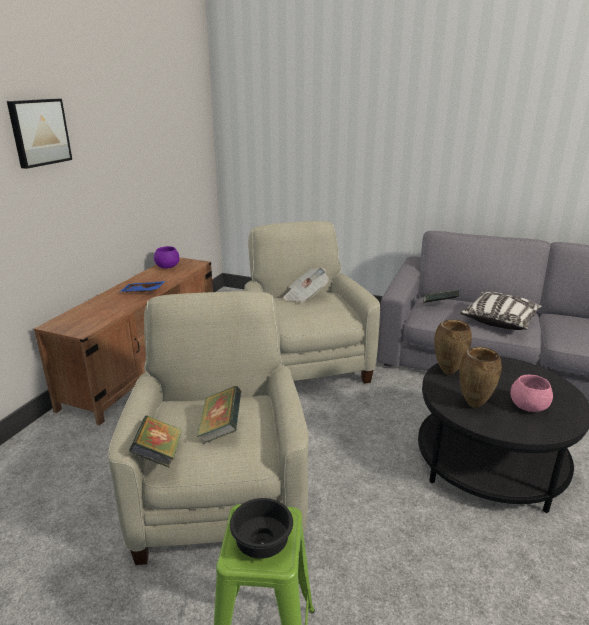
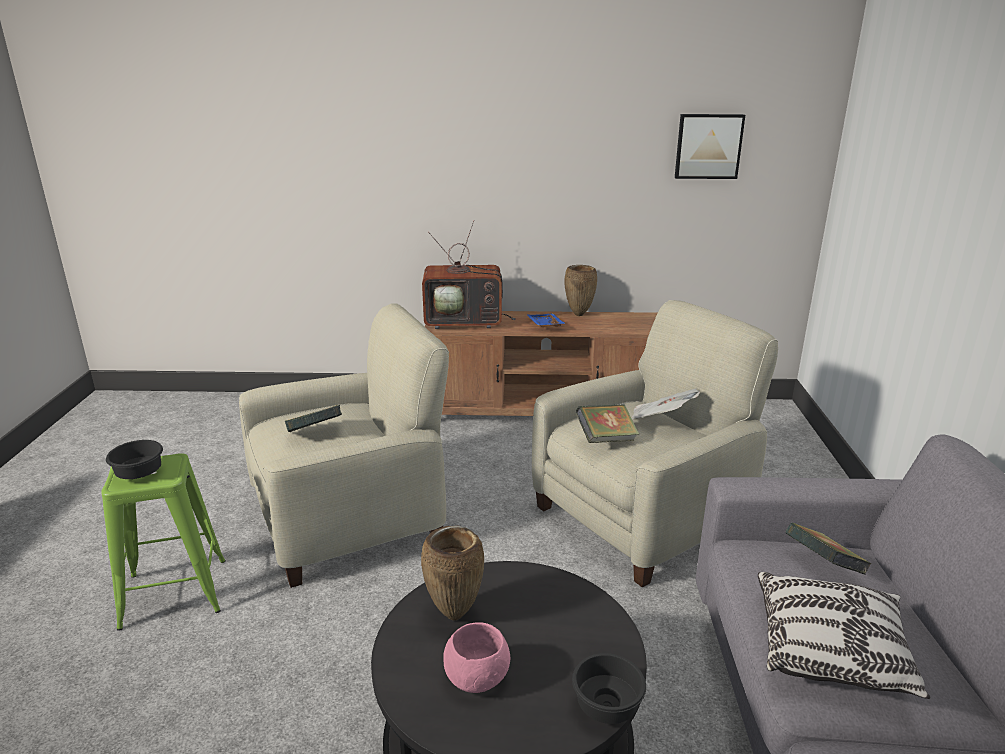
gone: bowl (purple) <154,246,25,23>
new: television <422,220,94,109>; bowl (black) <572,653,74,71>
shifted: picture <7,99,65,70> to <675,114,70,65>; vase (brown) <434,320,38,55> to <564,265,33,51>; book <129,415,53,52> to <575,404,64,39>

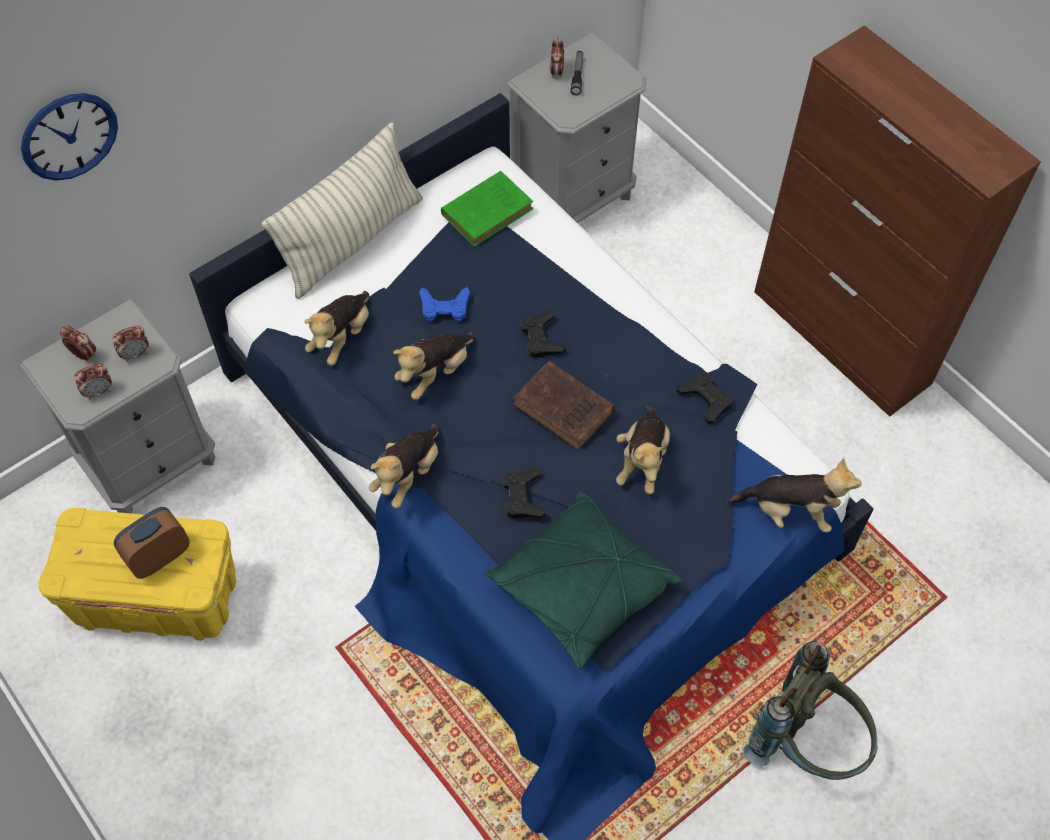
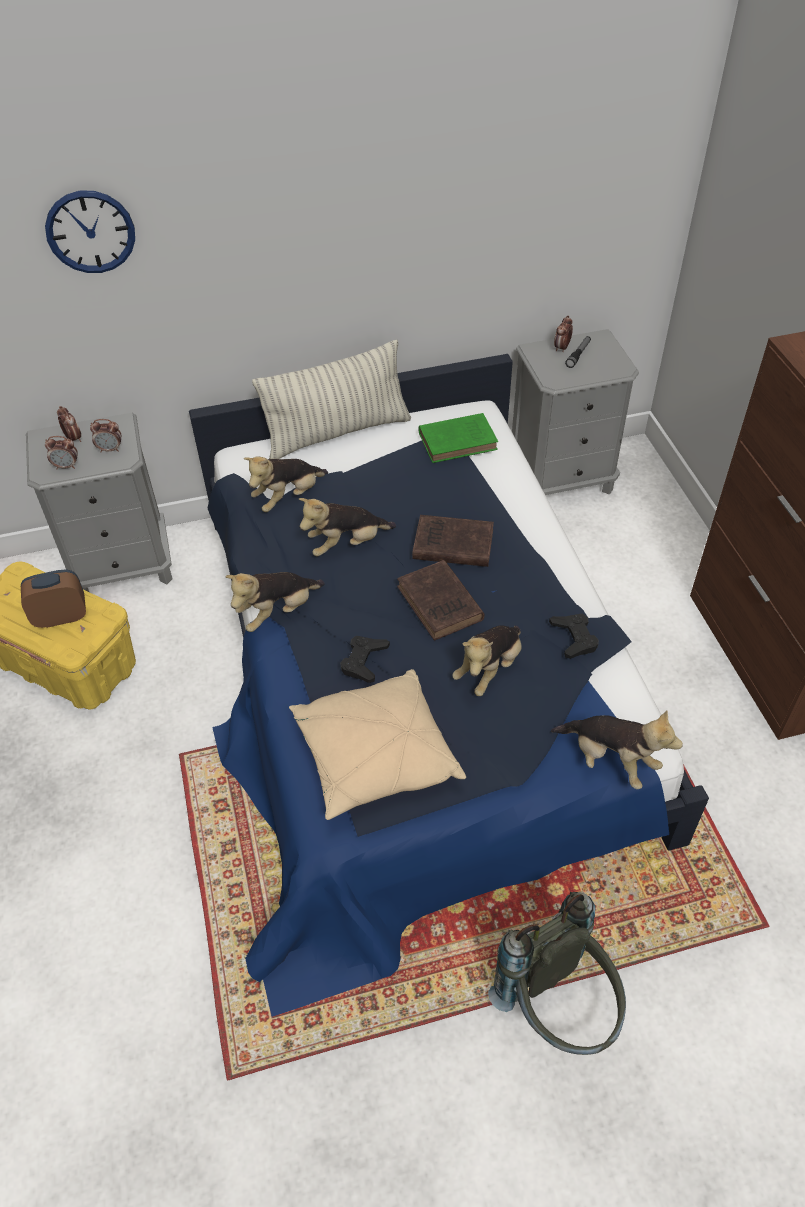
gone: game controller (blue) <419,287,51,35>
swapped: game controller (black) <520,310,46,48> to book (brown) <412,515,82,52>
repainted: pillow (green) <484,491,198,179> to pillow (beige) <289,669,177,151>

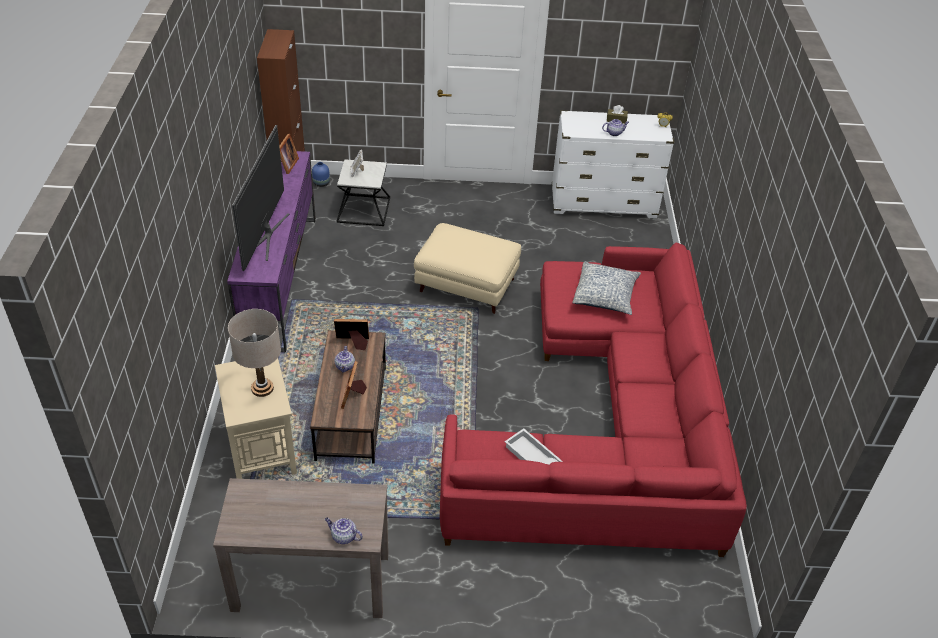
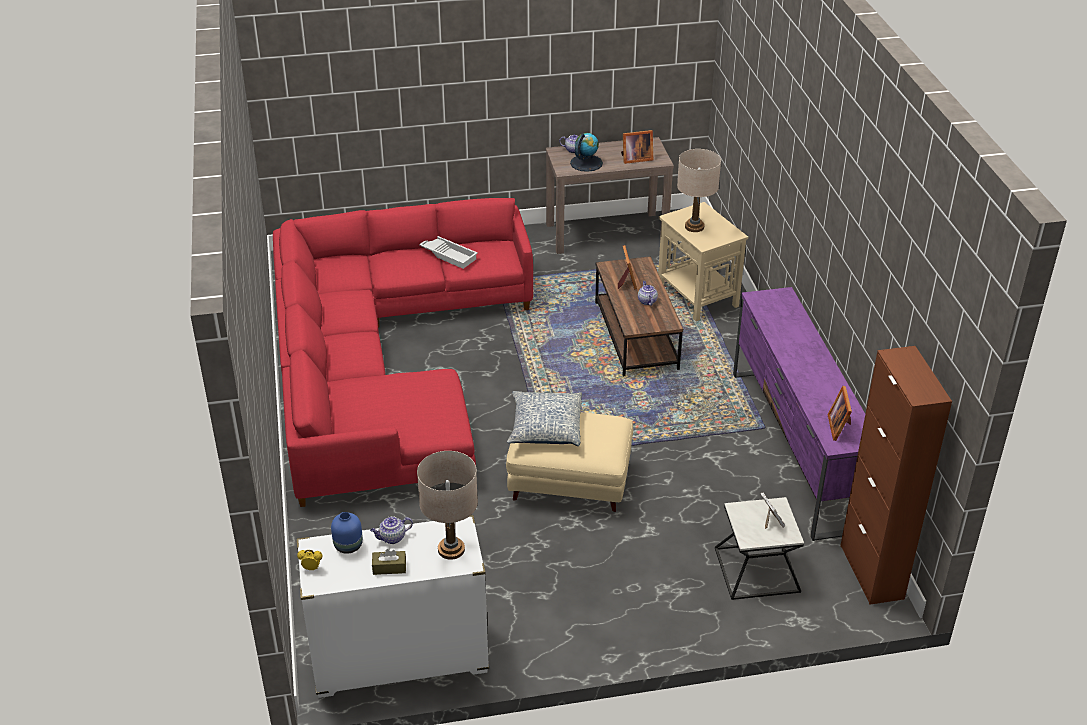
gone: television <232,125,57,146>
new: globe <570,133,33,39>; table lamp (beige) <417,451,61,109>
shifted: vase (blue) <312,162,18,25> to <331,512,32,42>; pillow <572,261,69,54> to <507,391,75,55>; picture frame <334,319,35,31> to <621,130,32,34>

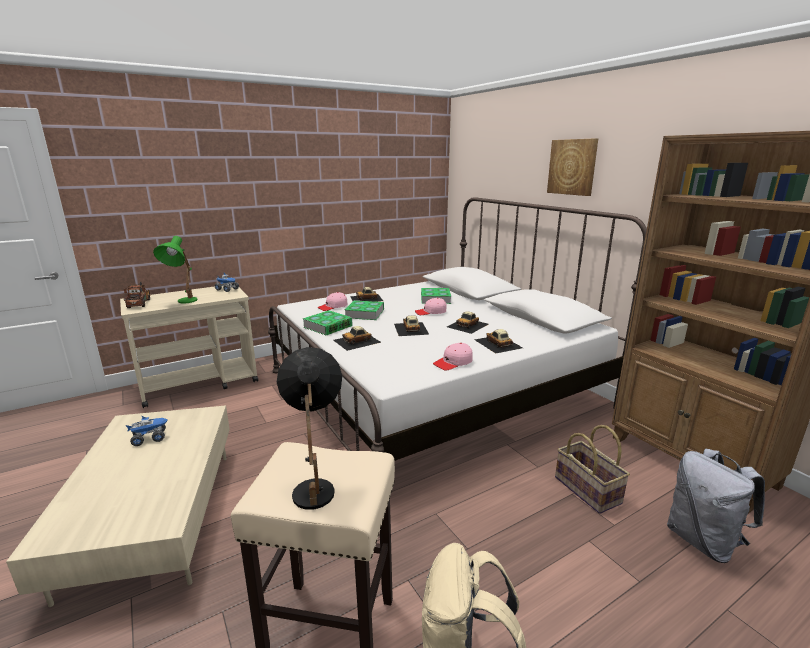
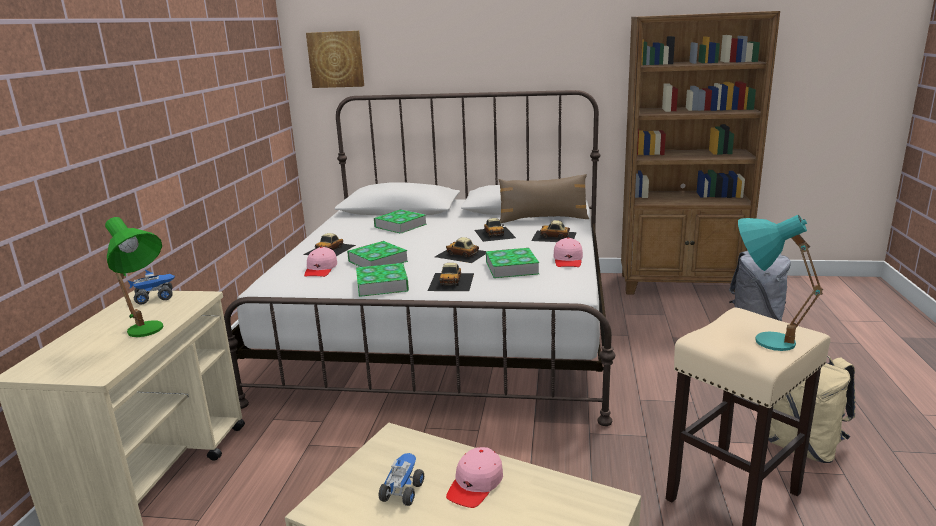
gone: toy truck <124,281,27,27>; basket <555,425,75,89>
new: pillow (brown) <498,174,91,49>; book <486,248,53,30>
shifted: picture <547,138,51,58> to <306,31,58,57>; cap (pink) <415,298,32,17> to <446,447,57,61>
repainted: table lamp (black) <277,347,65,163> to table lamp (turquoise) <738,215,85,136>

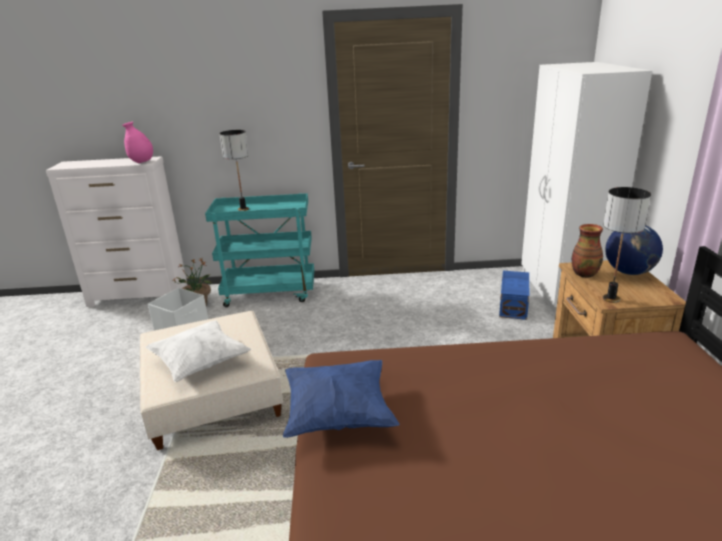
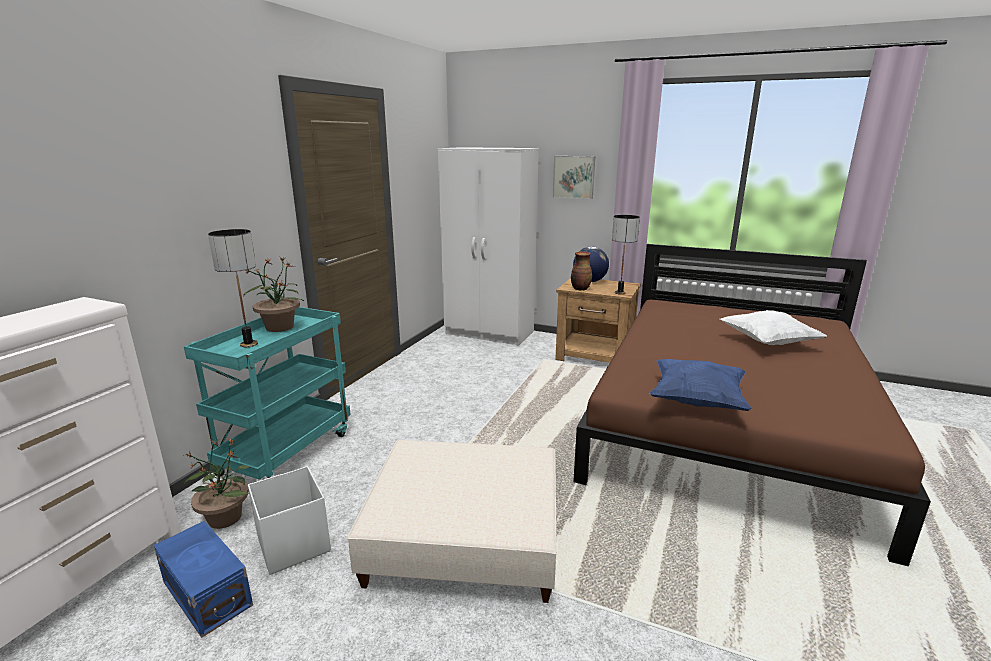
gone: vase (pink) <122,122,31,41>
new: picture <553,156,42,43>; potted plant <243,256,61,76>
shifted: storage box (blue) <499,271,30,49> to <153,521,100,117>; pillow (white) <145,320,106,62> to <720,310,107,35>

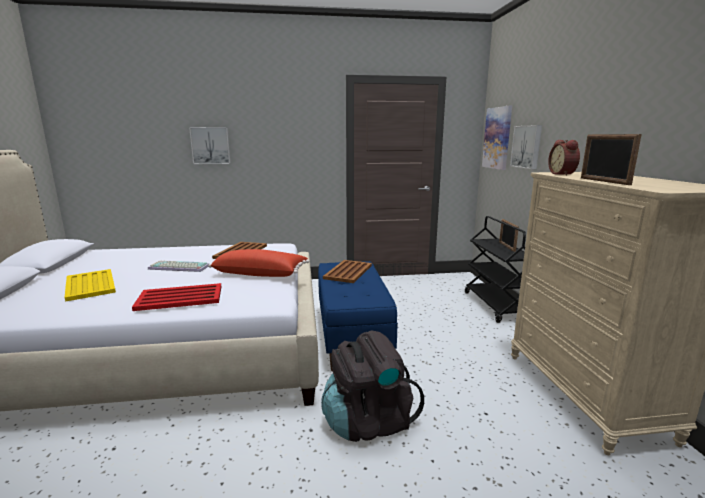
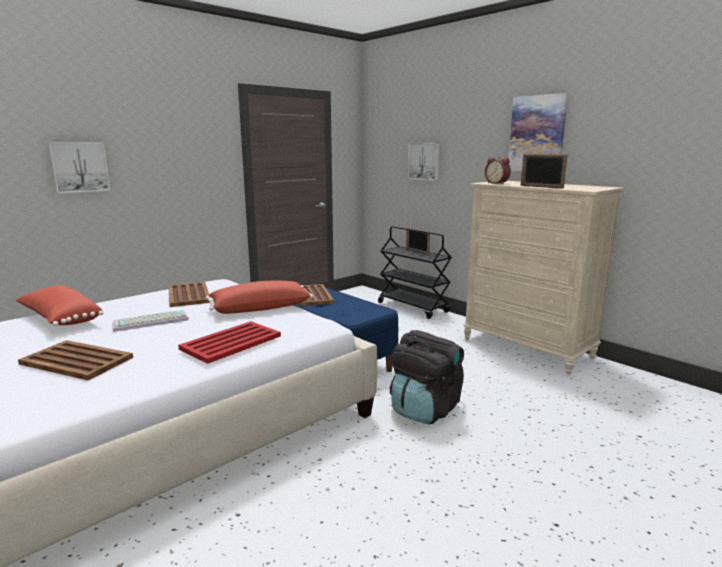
new: pillow (red) <15,285,88,41>
shifted: picture <482,106,30,64> to <509,93,59,78>
repainted: tray (yellow) <64,269,52,33> to tray (brown) <18,340,115,40>

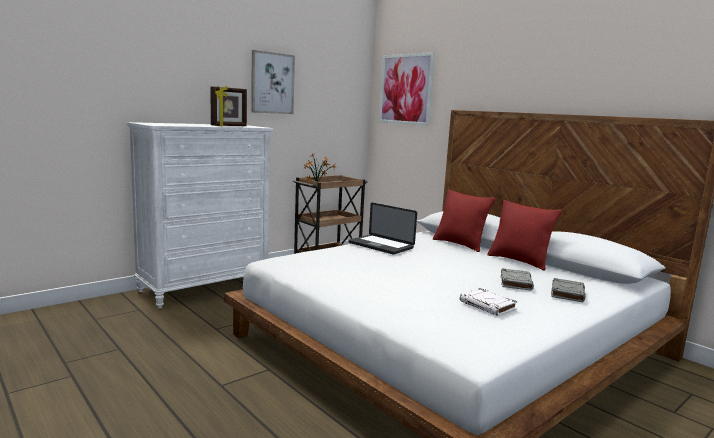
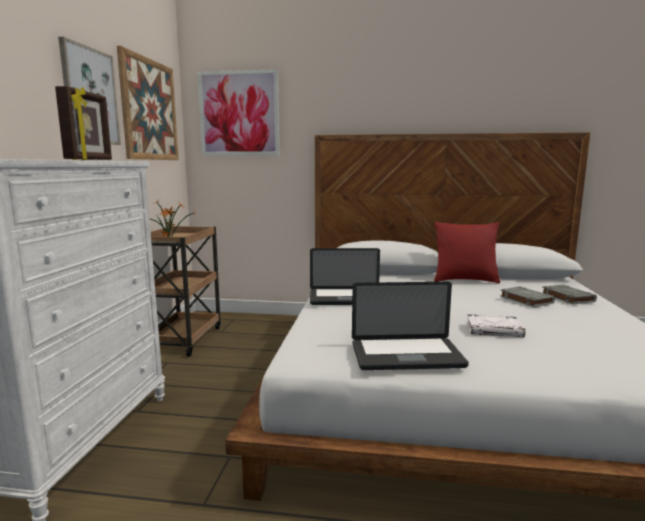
gone: pillow (red) <433,189,62,63>
new: picture <117,46,62,114>; laptop <352,282,117,88>
shifted: book (white) <460,288,58,28> to <466,314,59,23>

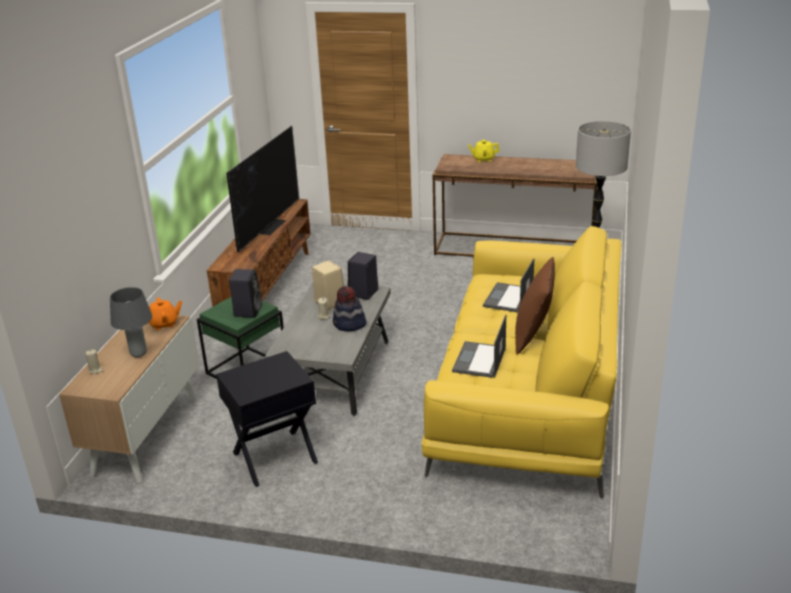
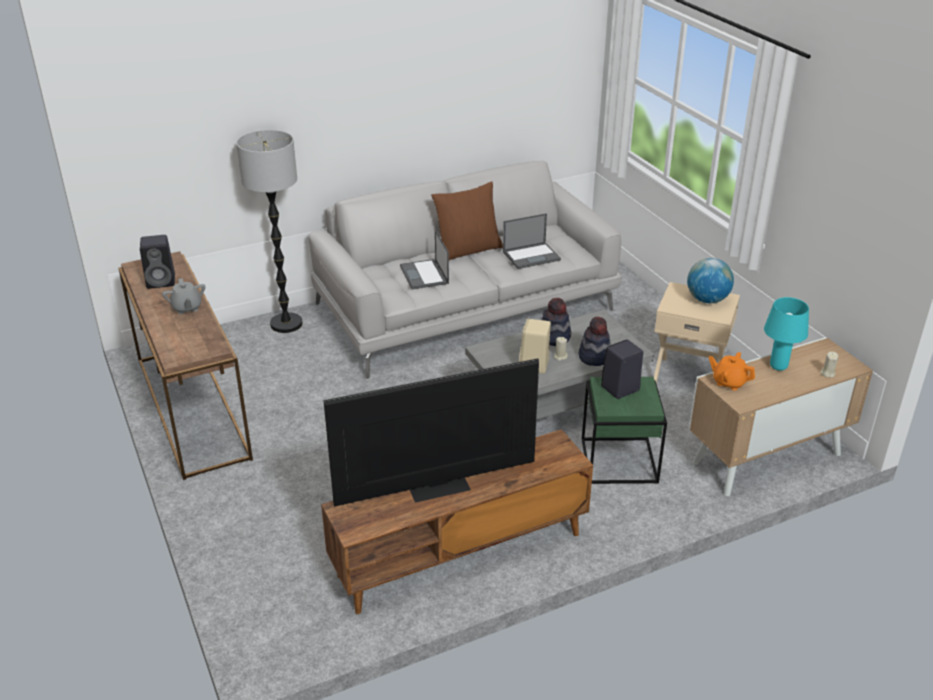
gone: teapot (yellow) <468,139,32,23>
new: globe <687,258,47,45>; teapot (grey) <162,278,43,36>; hat <578,317,33,49>
shifted: speaker (black) <347,252,31,48> to <140,235,35,54>
repainted: sofa (yellow) <422,226,200,273> to sofa (grey) <309,161,313,218>; table lamp (grey) <110,287,42,70> to table lamp (turquoise) <764,297,45,74>; side table (black) <216,351,102,136> to side table (beige) <654,282,86,101>
rotated: laptop <483,258,51,54> = <400,230,49,59> 90 degrees clockwise

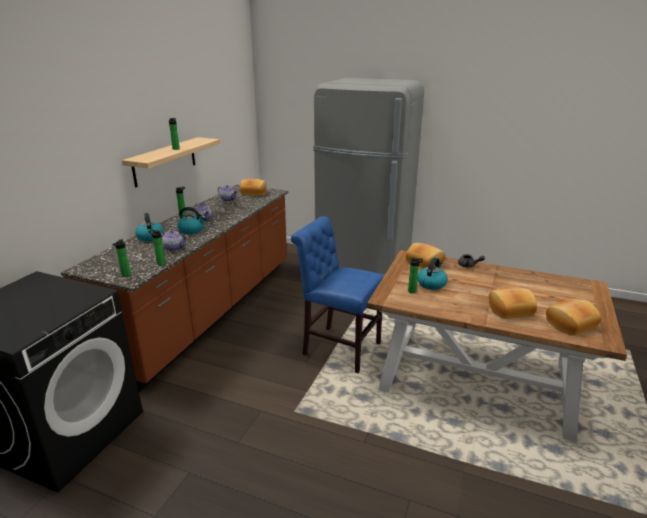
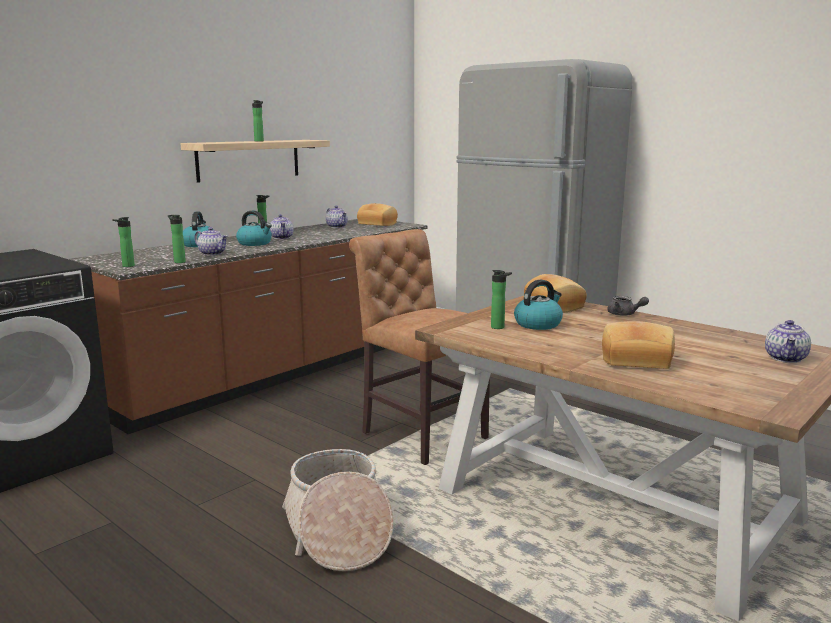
gone: bread <546,299,55,36>
new: teapot <765,320,46,43>; basket <282,449,112,122>
repainted: chair (blue) <291,216,93,157> to chair (brown) <349,229,141,236>

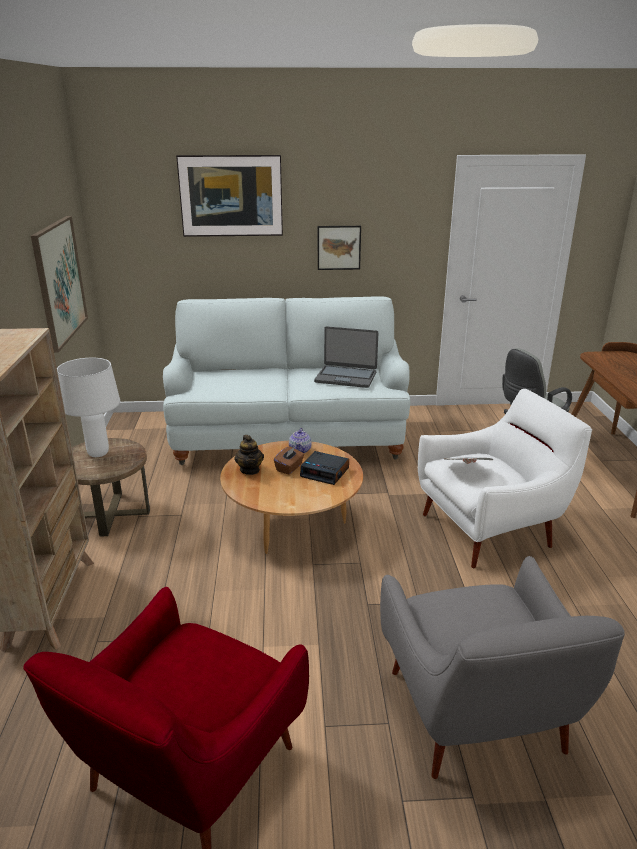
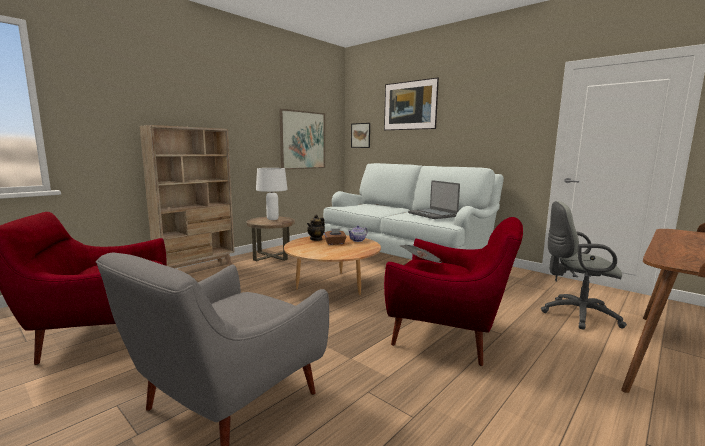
gone: alarm clock <300,451,49,34>
shifted: picture <318,226,43,44> to <351,123,19,25>
repainted: armchair (white) <418,389,175,179> to armchair (red) <384,217,139,149>

